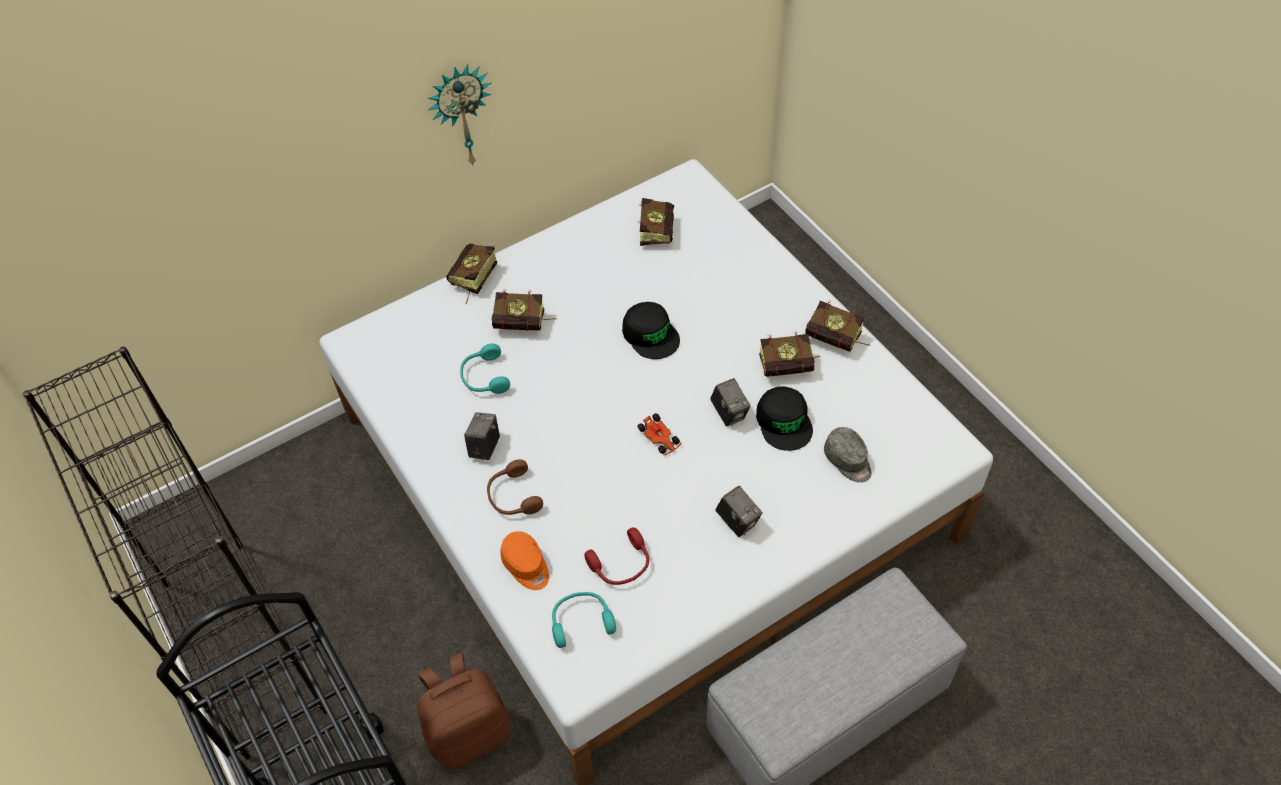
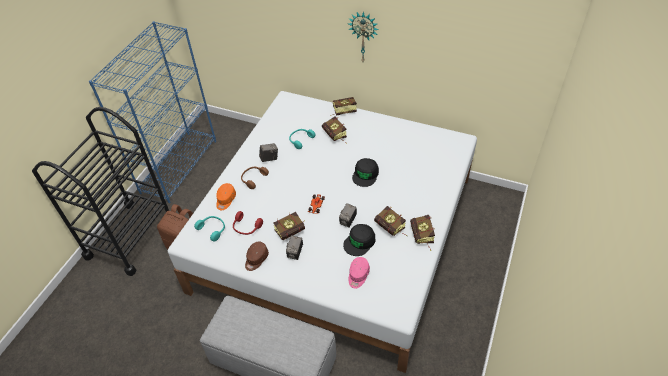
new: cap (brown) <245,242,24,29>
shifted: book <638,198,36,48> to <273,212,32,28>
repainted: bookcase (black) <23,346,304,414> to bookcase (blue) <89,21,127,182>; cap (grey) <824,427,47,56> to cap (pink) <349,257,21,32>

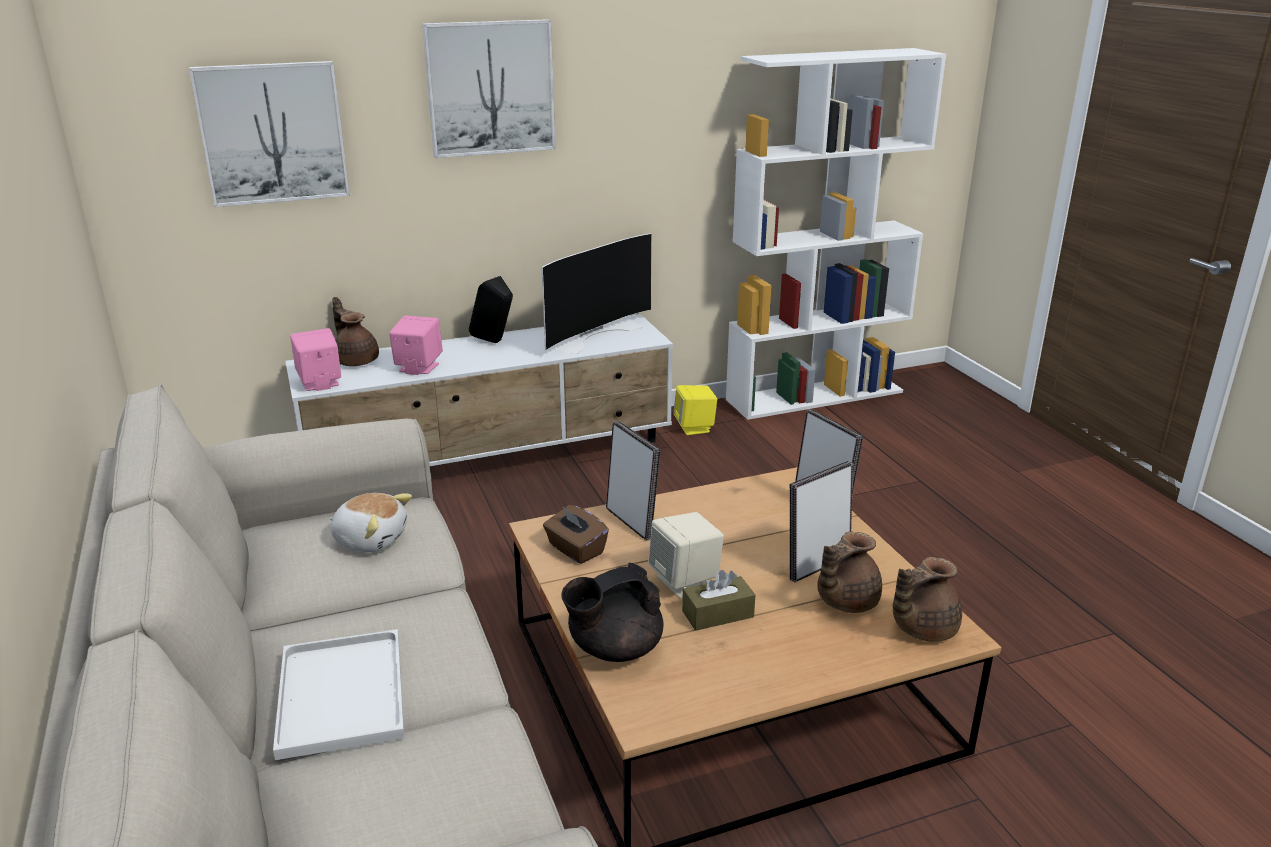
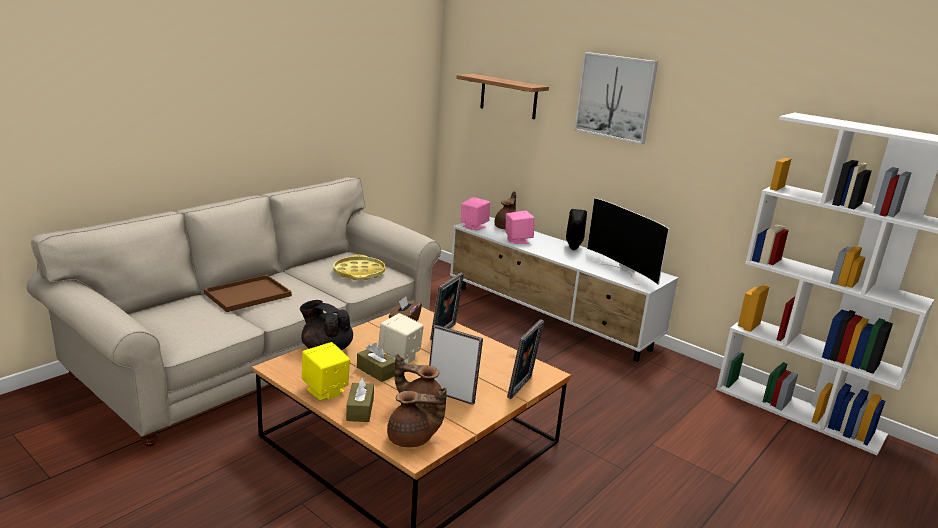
new: tissue box (brown) <346,377,28,45>
shifted: speaker (yellow) <673,385,44,50> to <302,342,48,58>
swapped: picture <189,61,161,146> to shelf <456,74,93,45>; plush toy <330,493,82,59> to tray (yellow) <333,255,52,25>
repainted: tray (white) <273,629,131,131> to tray (brown) <204,275,88,37>
rotated: television <541,233,111,121> = <587,198,82,87> 45 degrees clockwise; teapot (brown) <893,557,69,85> = <387,388,60,59> 150 degrees clockwise

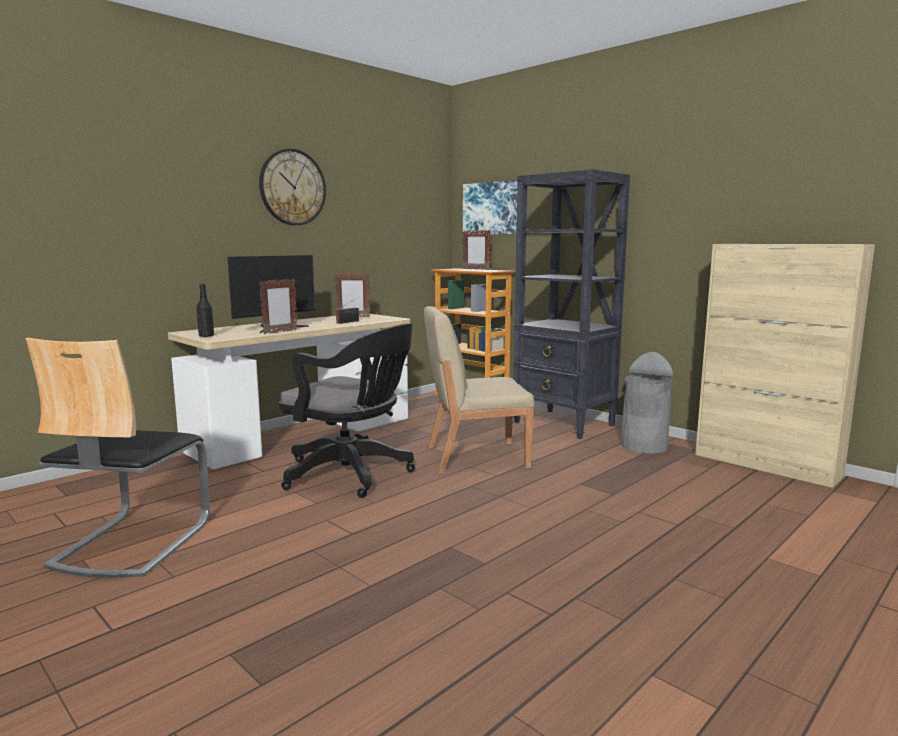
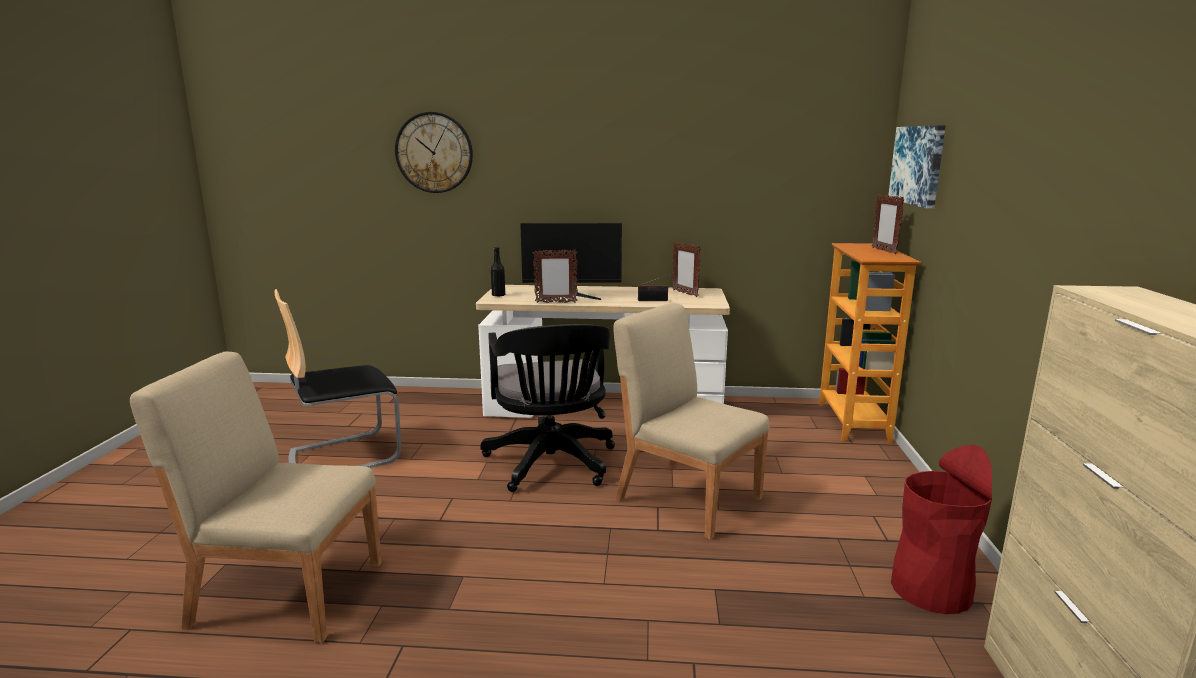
gone: bookcase (black) <513,169,117,270>
new: chair (beige) <130,351,252,292>
shifted: wall clock <259,149,67,76> to <395,112,78,81>
repainted: trash can (grey) <621,352,52,101> to trash can (red) <891,445,101,169>

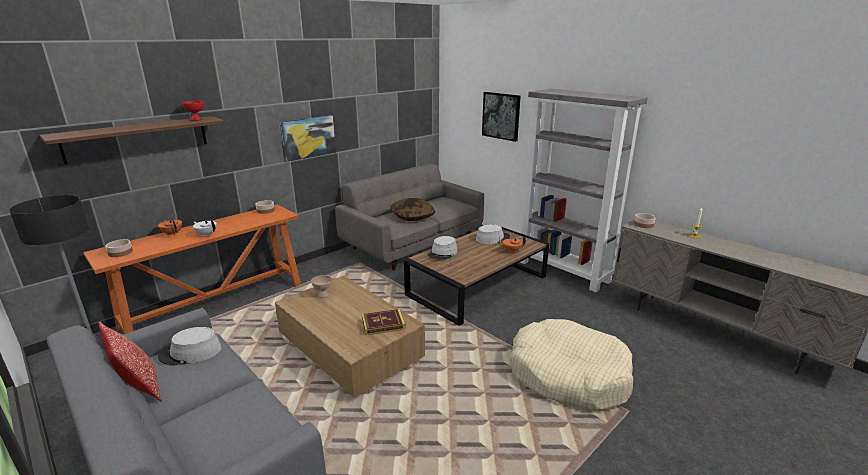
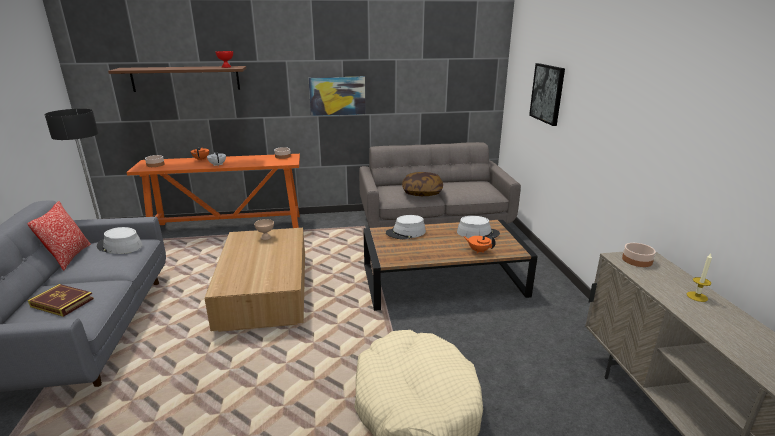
gone: bookcase (grey) <520,89,127,203>
shifted: book <362,309,43,26> to <28,284,66,33>

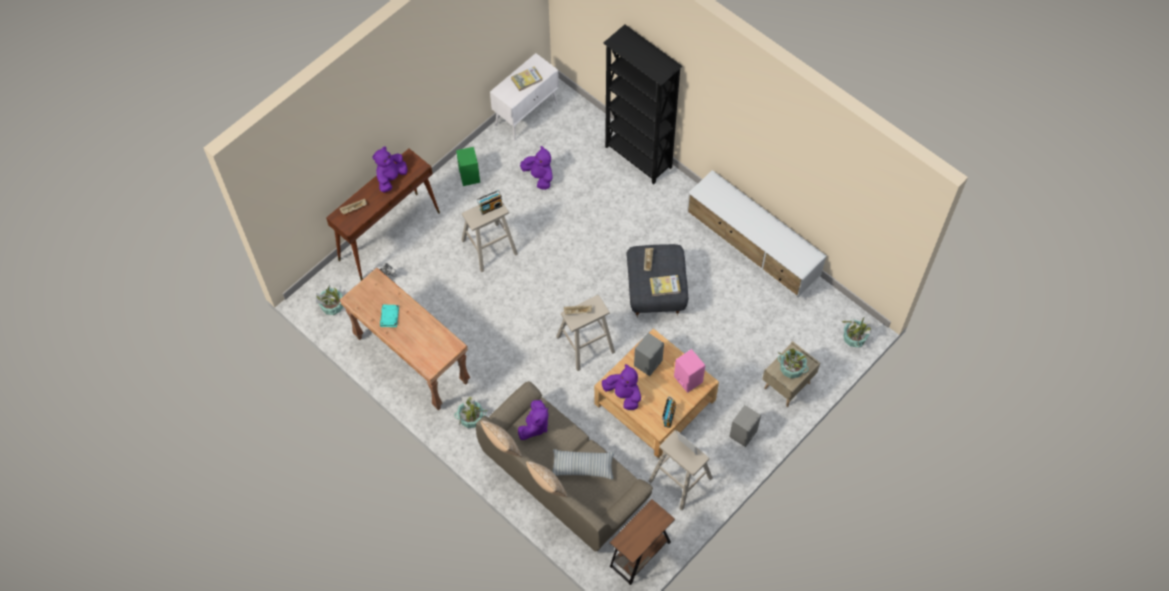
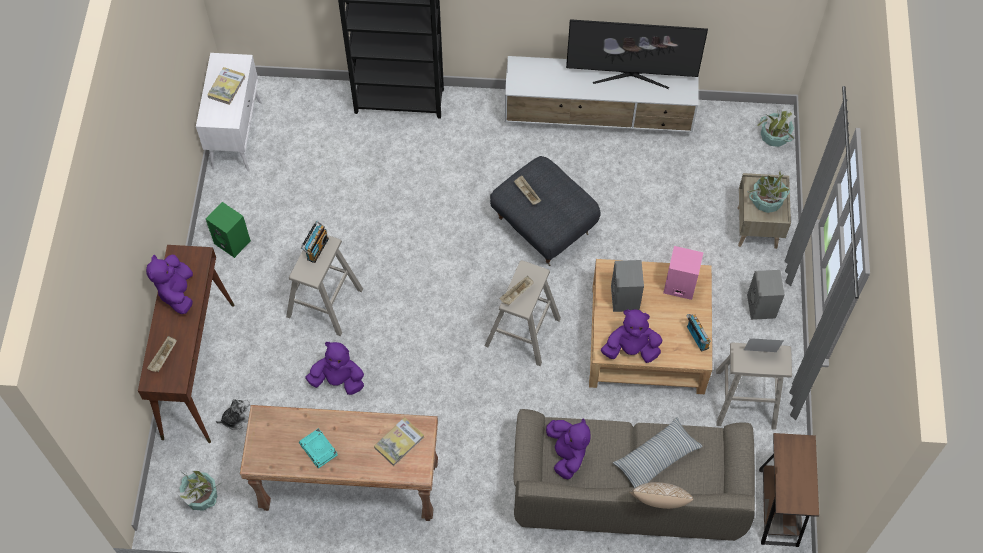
gone: potted plant <454,396,34,32>; pillow <481,420,41,37>
new: television <566,19,142,70>
shifted: plush toy (purple) <520,146,33,44> to <305,342,59,53>; book <650,275,31,21> to <374,417,50,49>

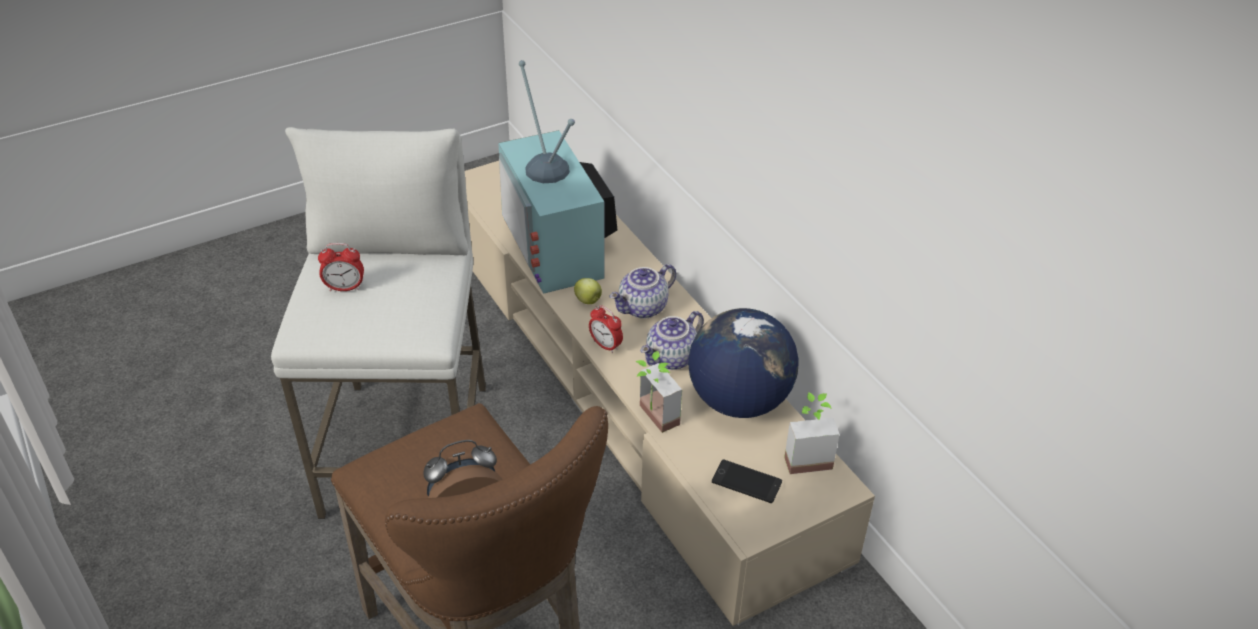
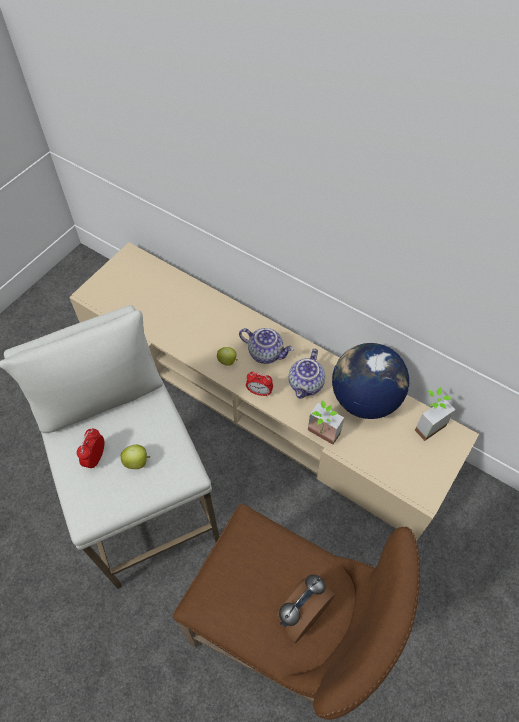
gone: television <498,60,119,234>; phone <712,460,70,43>
new: apple <121,445,29,24>
rotated: alarm clock <318,243,46,48> = <77,429,27,40> 135 degrees clockwise; teapot <610,264,66,55> = <239,328,55,36> 90 degrees counterclockwise

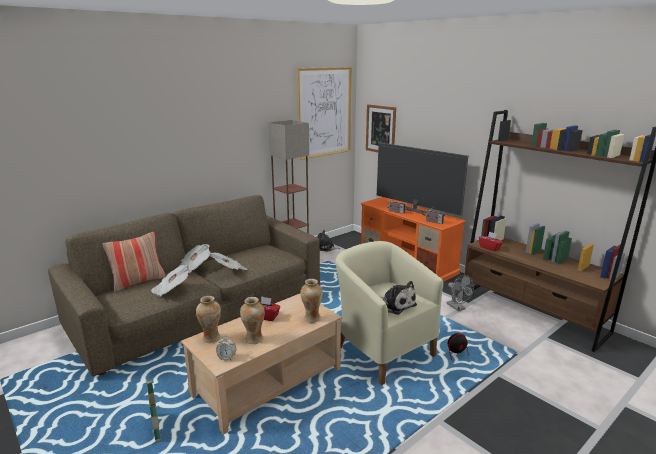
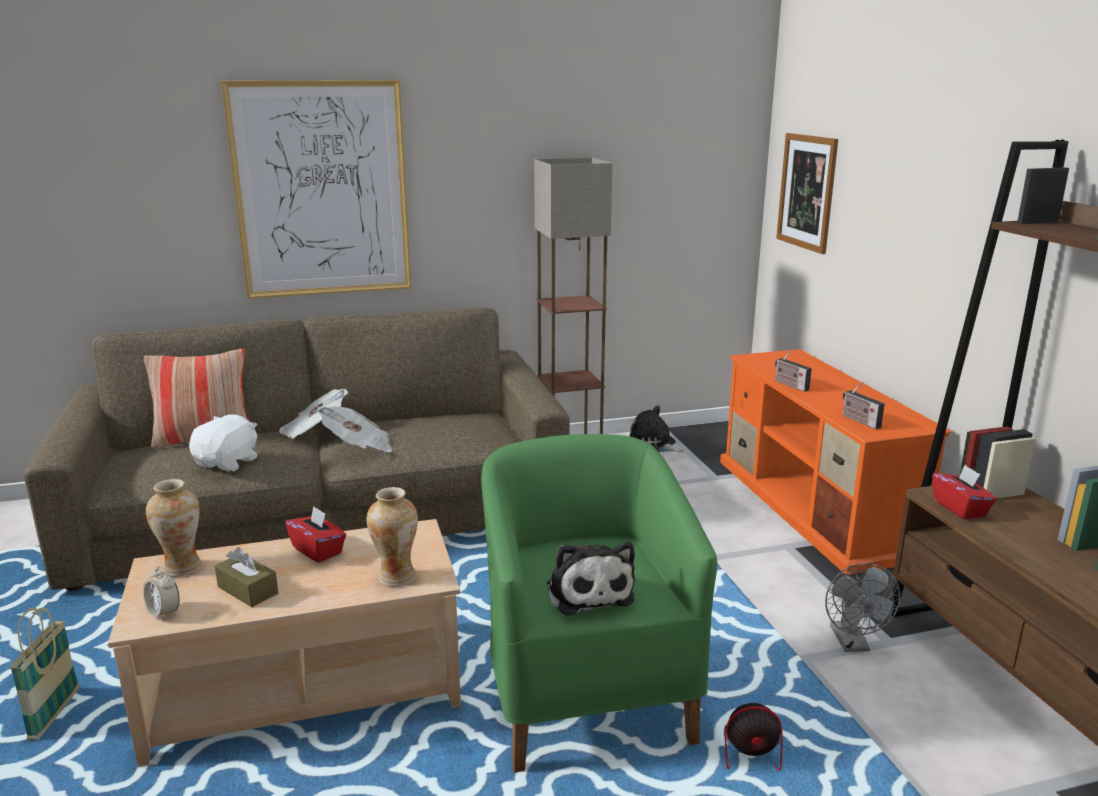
gone: television <377,142,91,74>
shifted: picture <297,67,55,93> to <221,80,191,219>
swapped: newspaper <151,265,40,32> to plush toy (white) <189,415,69,57>; vase <240,297,25,47> to tissue box (brown) <215,547,63,60>
repainted: armchair (beige) <336,241,107,144> to armchair (green) <481,434,236,338>

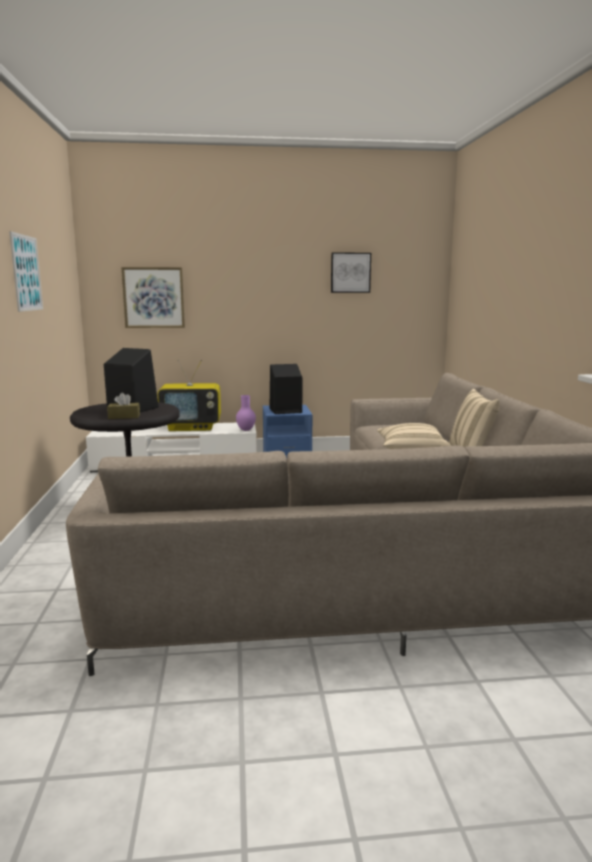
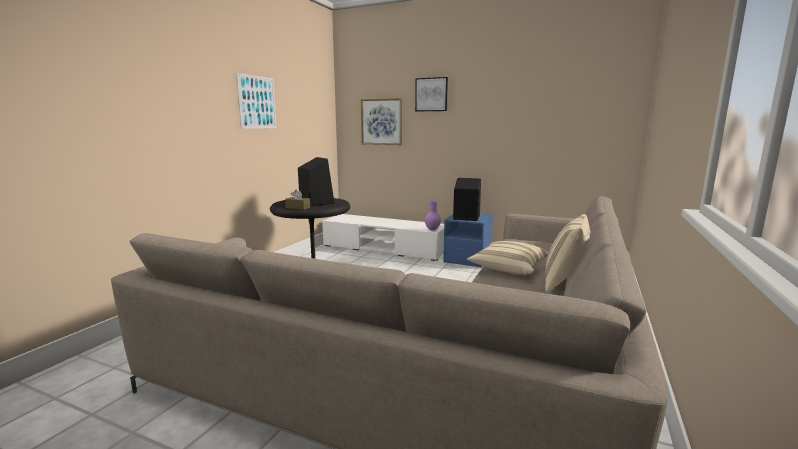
gone: television <157,360,64,71>
shifted: picture <331,252,40,41> to <415,77,33,35>

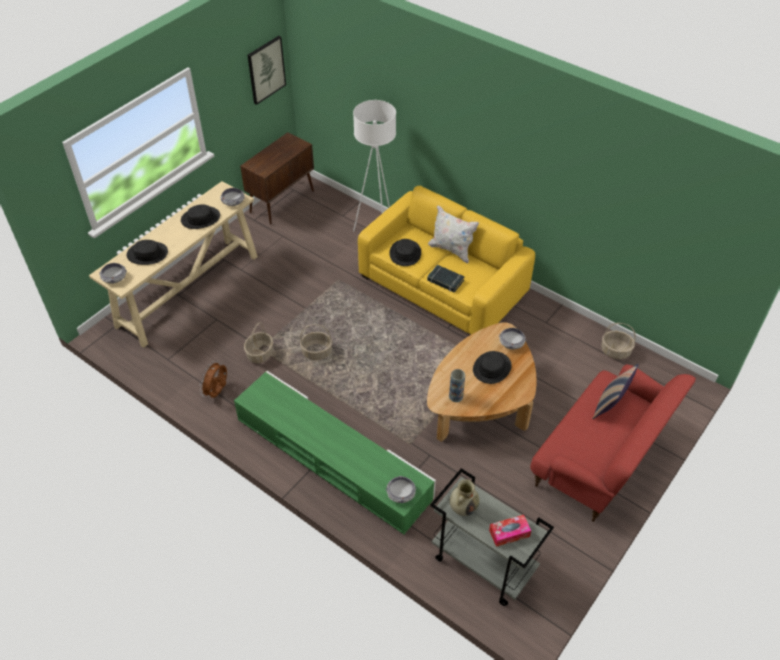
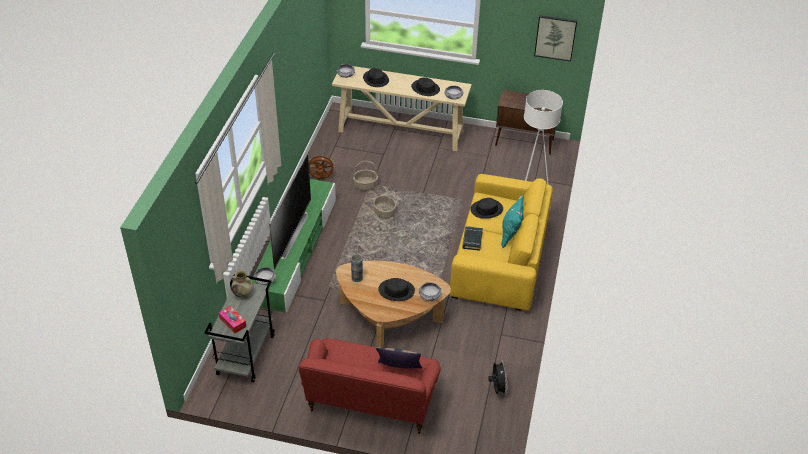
new: television <269,155,42,114>
swapped: basket <601,323,35,36> to fan (black) <488,360,20,36>
repainted: pillow (white) <428,205,51,59> to pillow (turquoise) <501,195,23,53>

